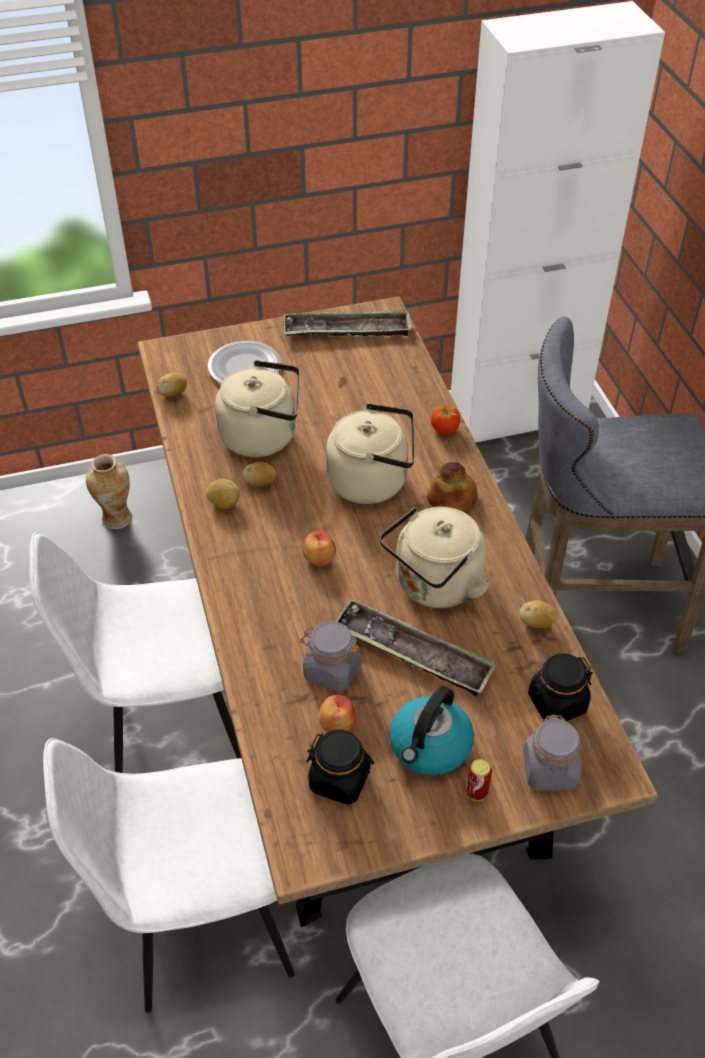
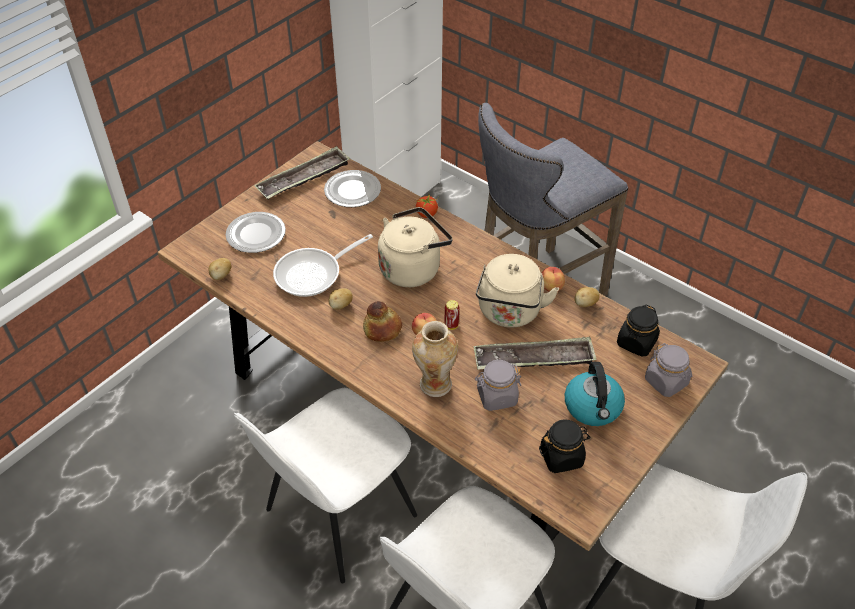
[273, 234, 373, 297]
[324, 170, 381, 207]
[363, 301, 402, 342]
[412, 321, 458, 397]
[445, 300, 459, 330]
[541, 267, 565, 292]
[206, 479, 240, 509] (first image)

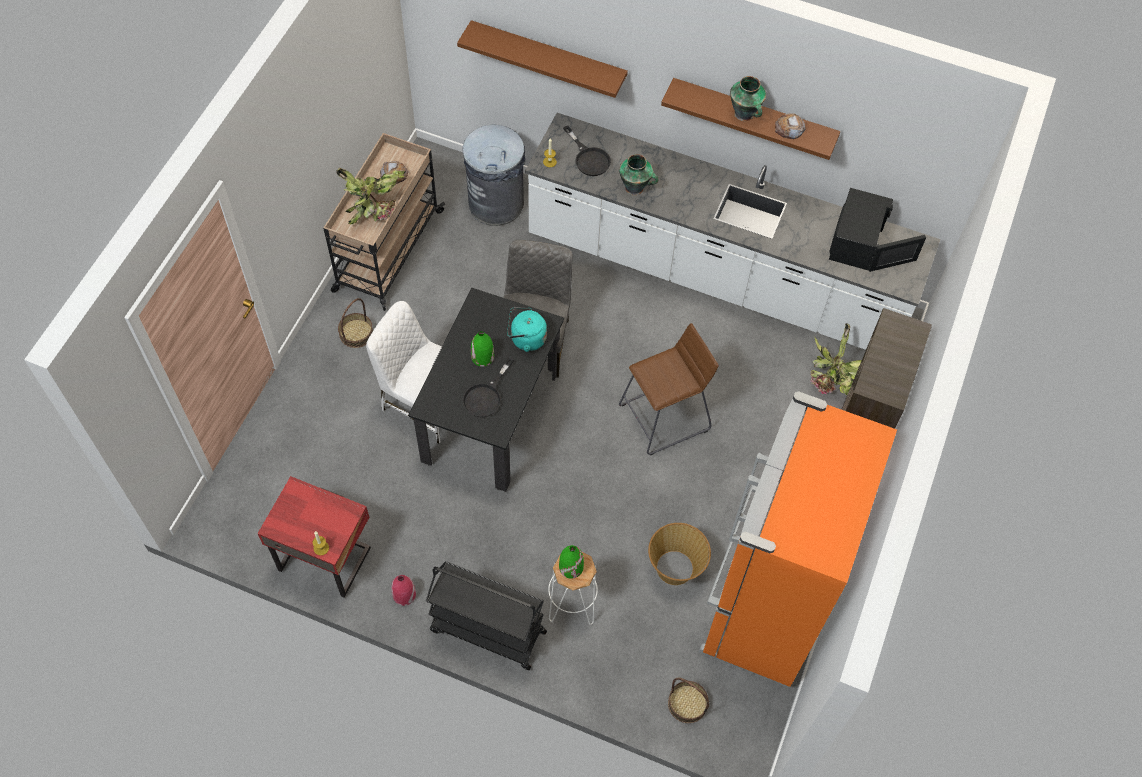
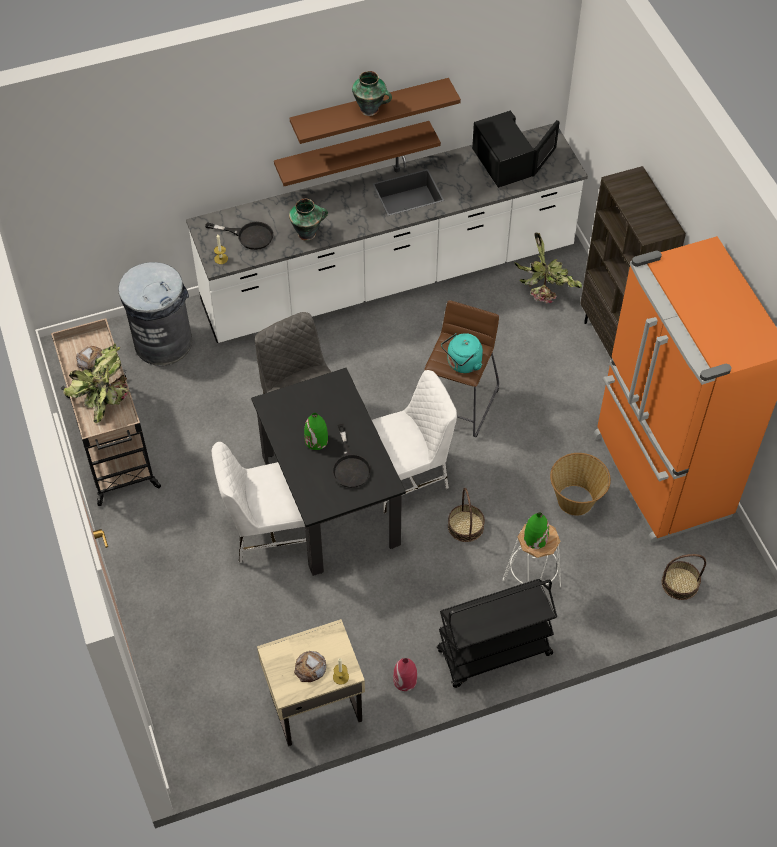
[257, 619, 365, 746]
[274, 121, 441, 186]
[294, 651, 326, 682]
[372, 370, 457, 513]
[441, 333, 483, 373]
[448, 488, 485, 542]

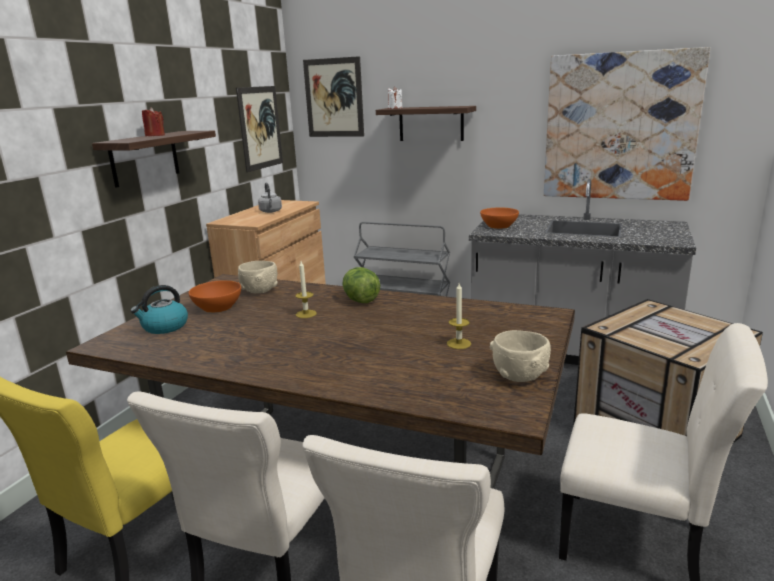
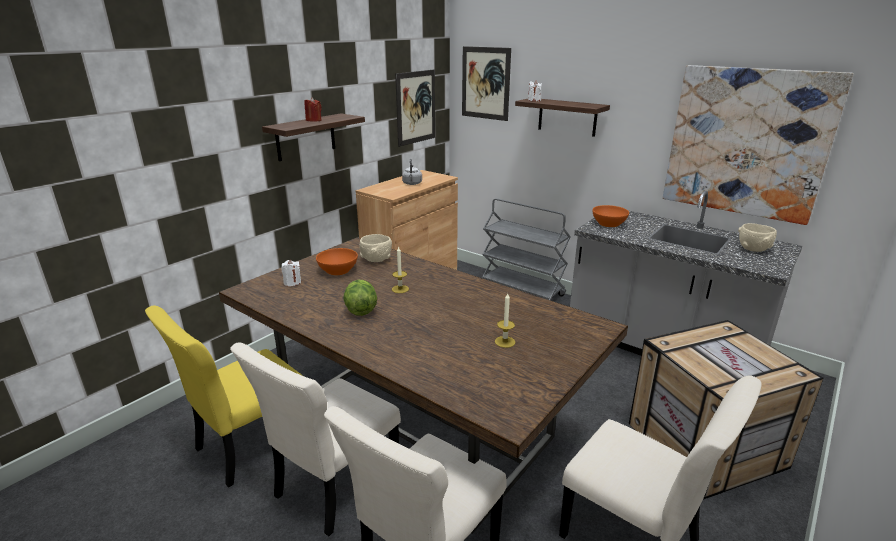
[281, 260, 301, 286]
[343, 280, 377, 316]
[738, 223, 777, 252]

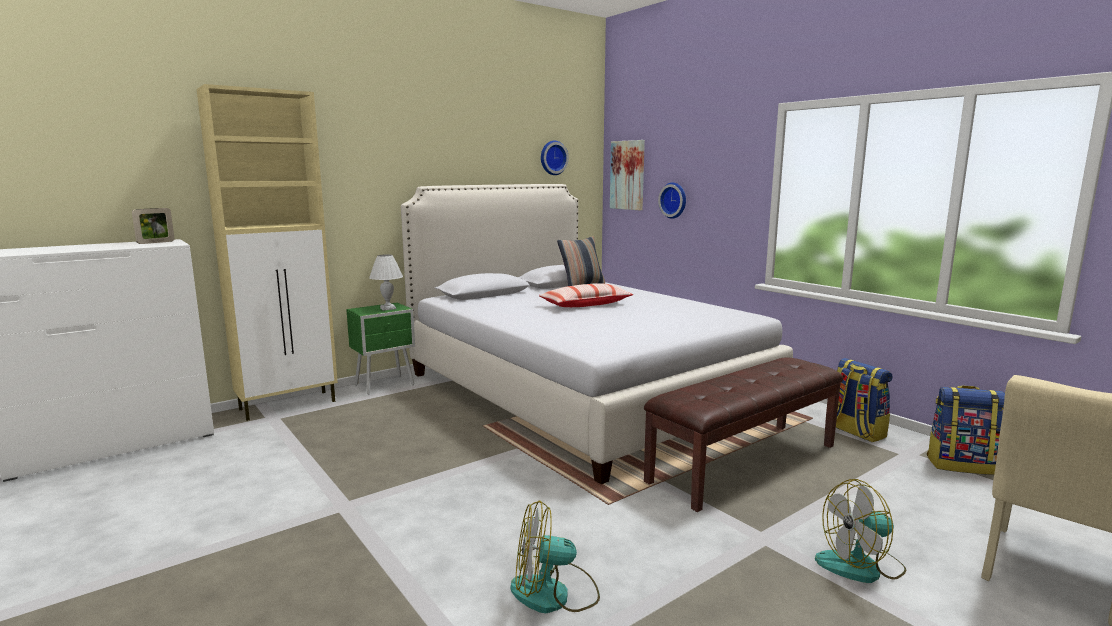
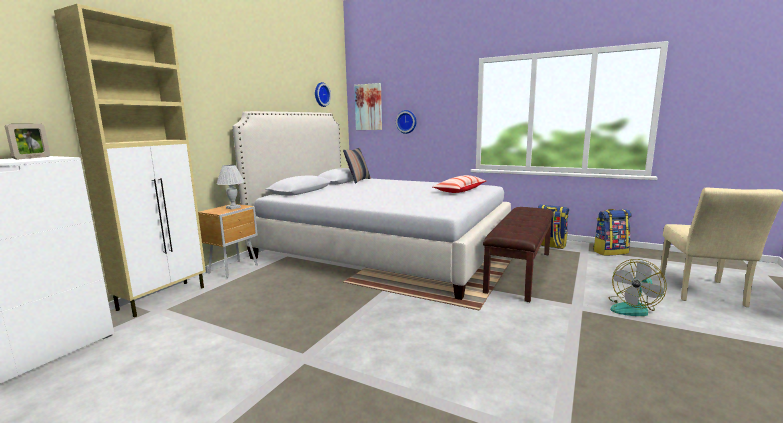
[198, 204, 258, 278]
[432, 175, 486, 193]
[510, 501, 600, 613] (first image)

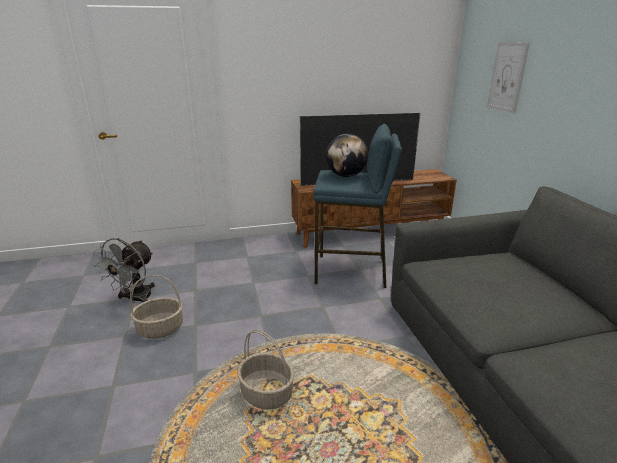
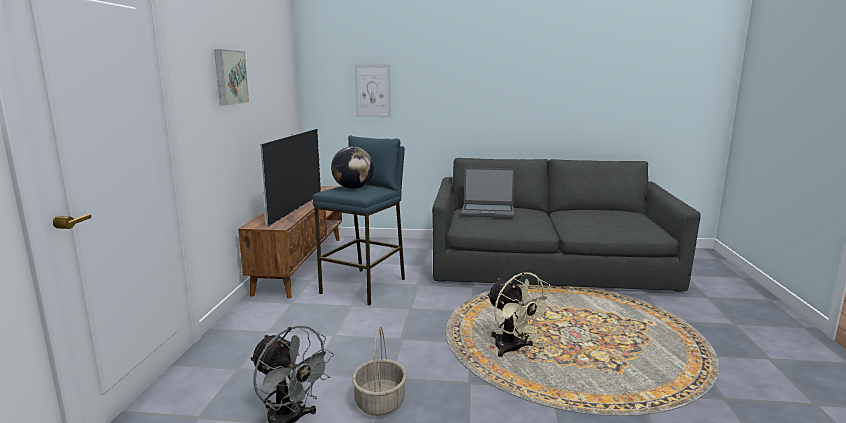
[214, 49, 249, 105]
[461, 167, 515, 218]
[487, 272, 554, 357]

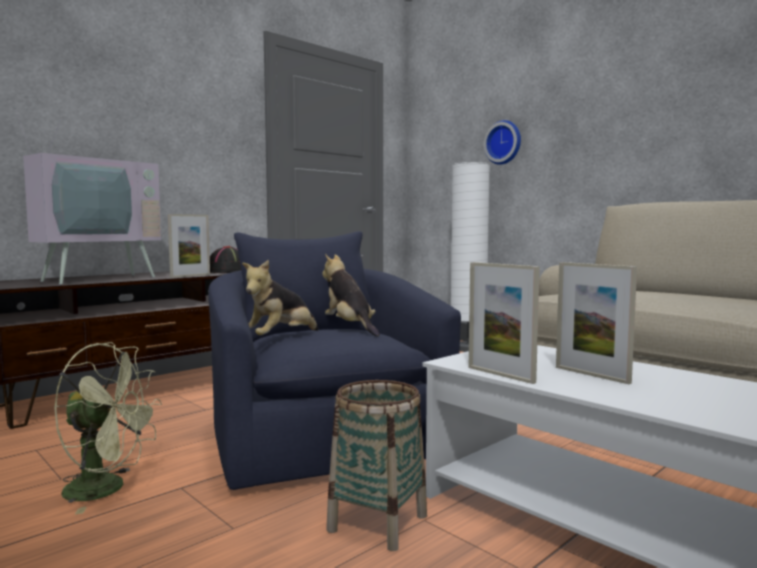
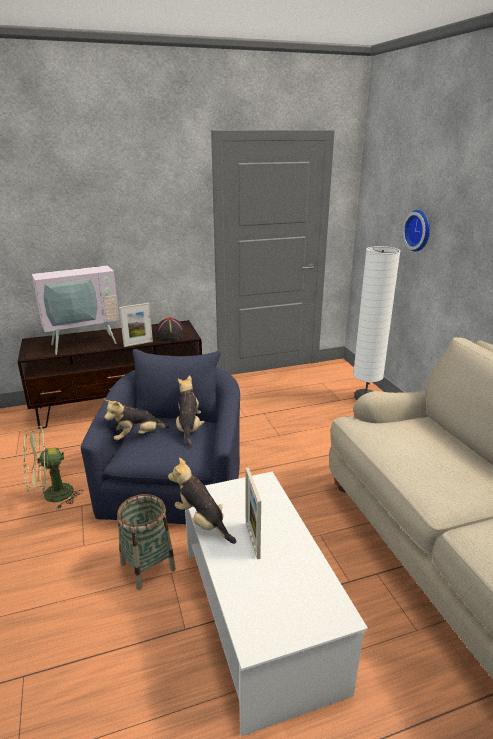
[23, 426, 83, 509]
[168, 457, 236, 544]

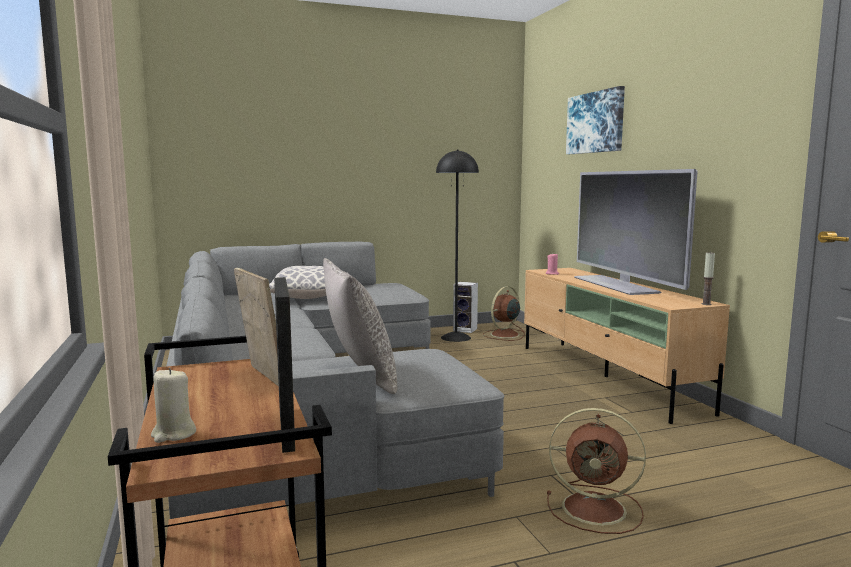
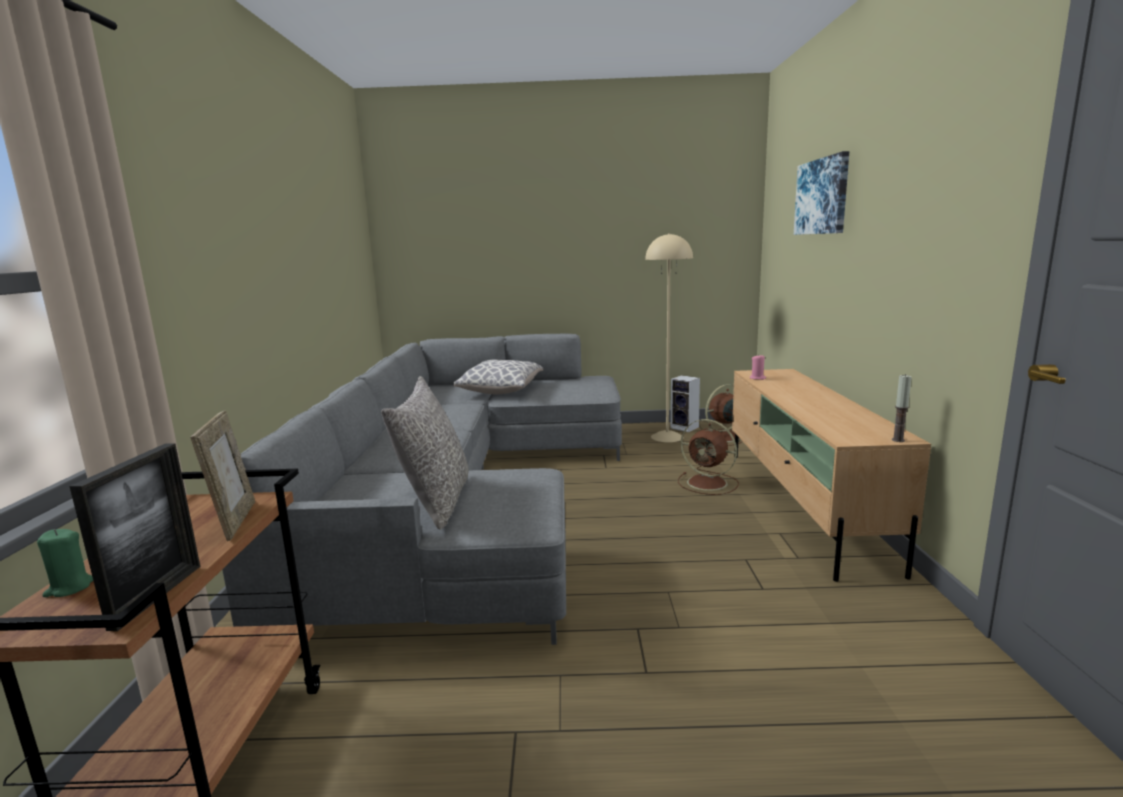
[37, 529, 93, 597]
[645, 233, 693, 442]
[678, 419, 739, 495]
[574, 169, 698, 295] (first image)

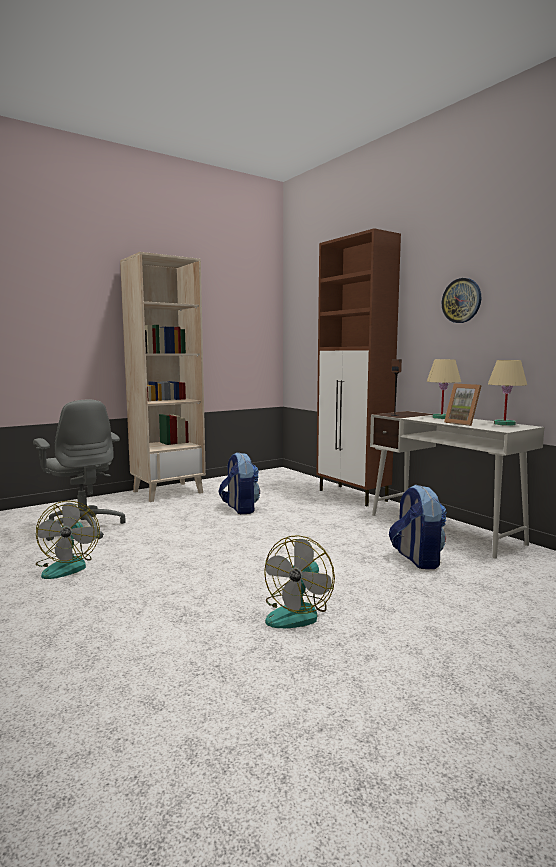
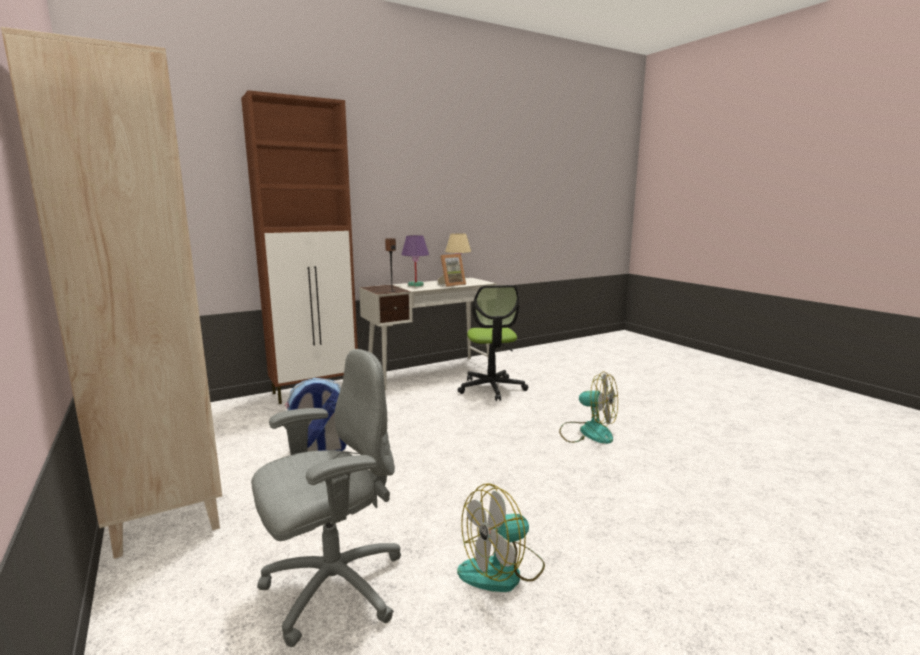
[401, 235, 429, 286]
[457, 483, 545, 592]
[458, 285, 528, 401]
[442, 278, 481, 323] (first image)

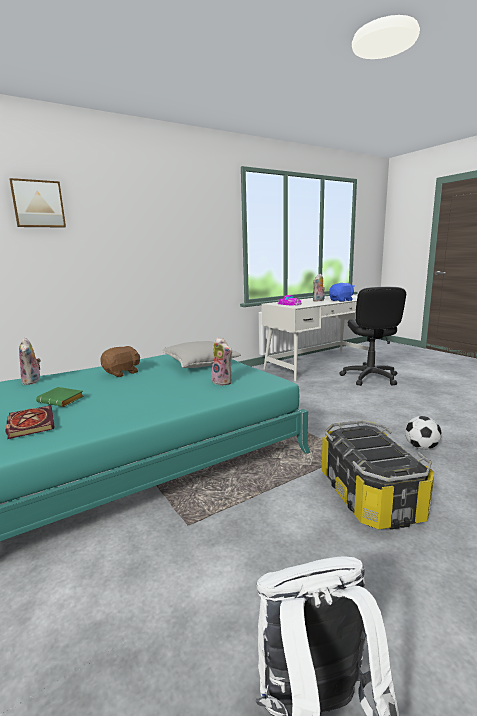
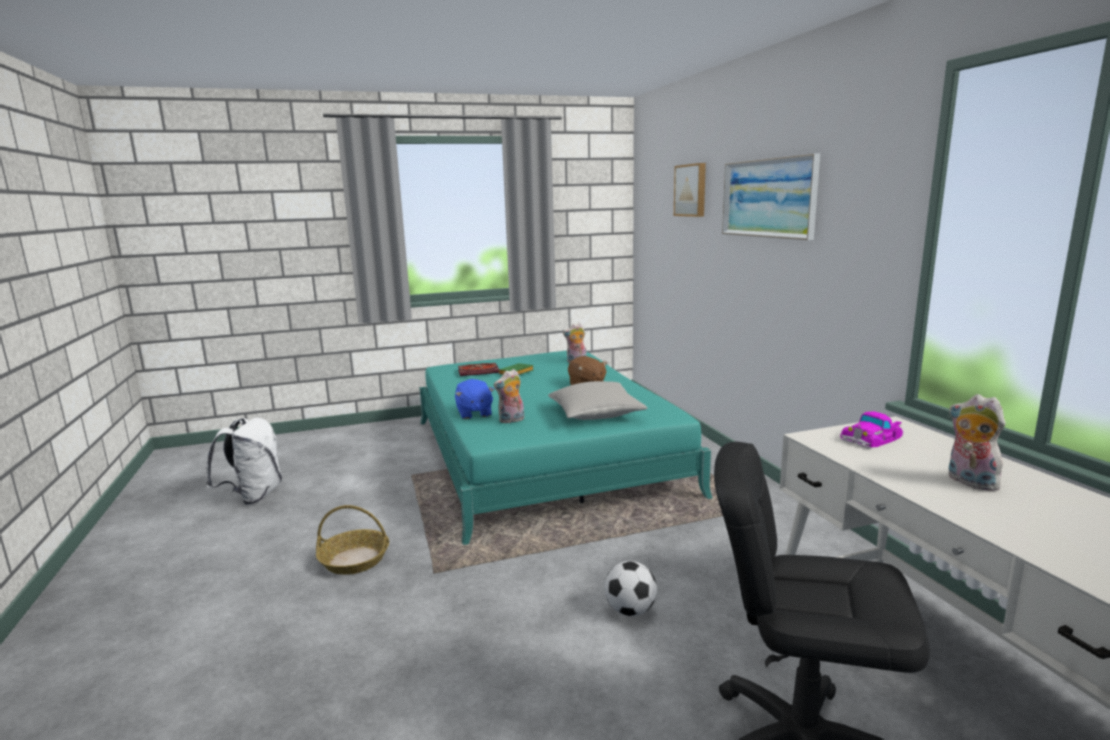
[316, 505, 389, 575]
[455, 379, 494, 419]
[604, 561, 657, 616]
[722, 154, 820, 240]

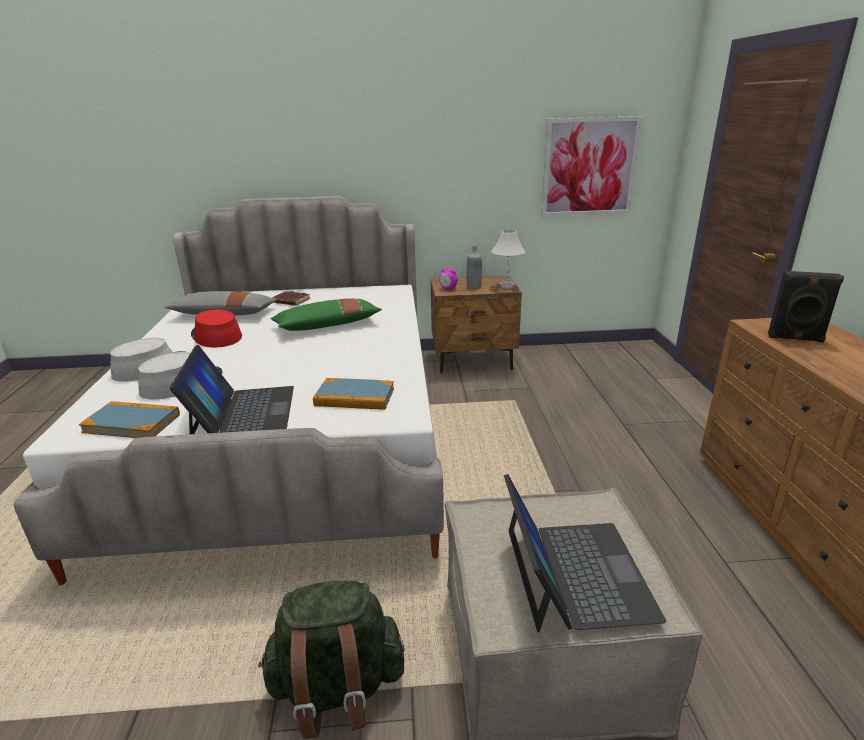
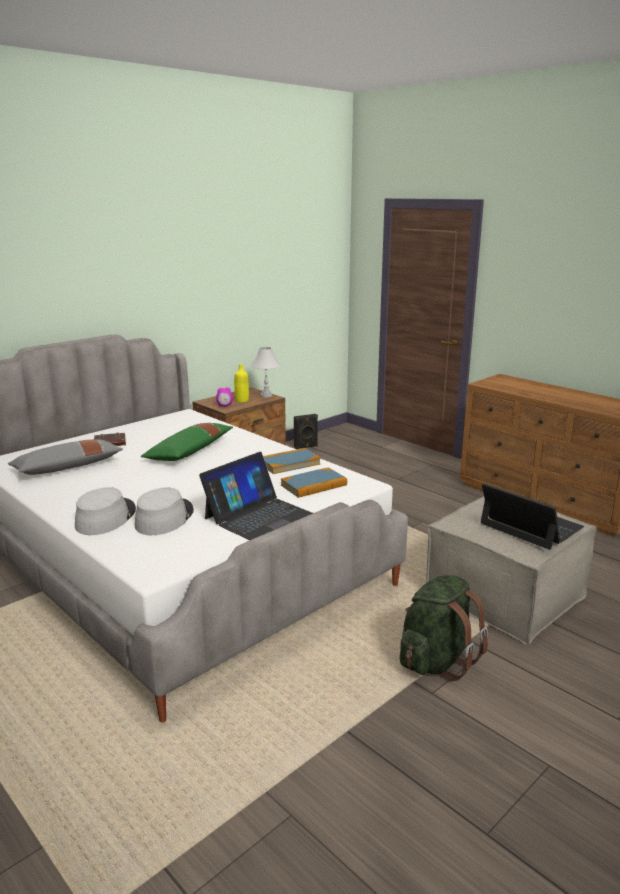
[199, 452, 313, 540]
[234, 364, 249, 403]
[263, 448, 321, 474]
[294, 414, 318, 449]
[191, 309, 242, 347] (first image)
[541, 116, 642, 217] (first image)

